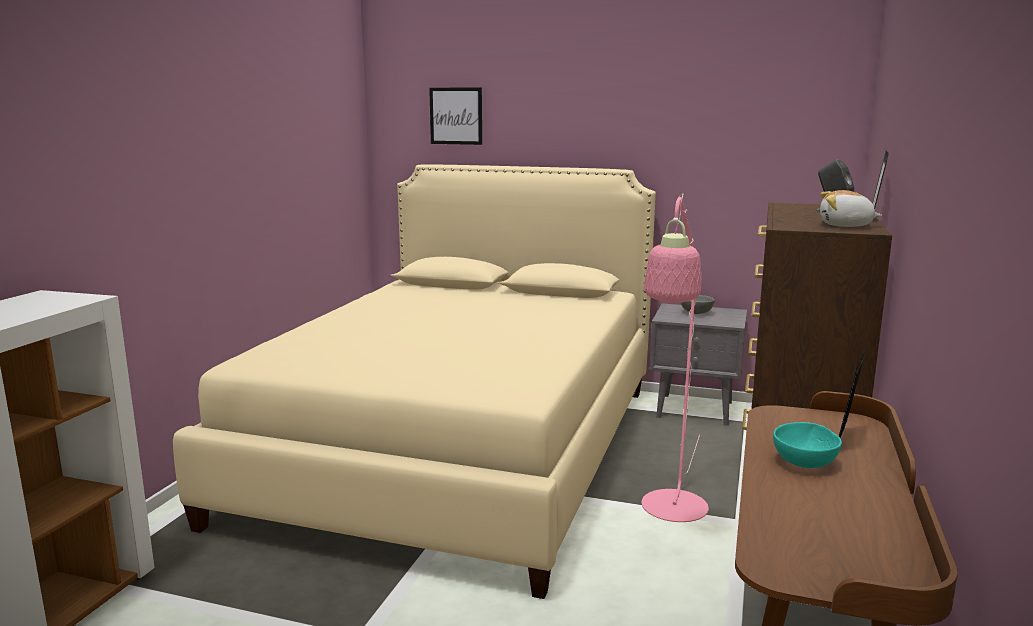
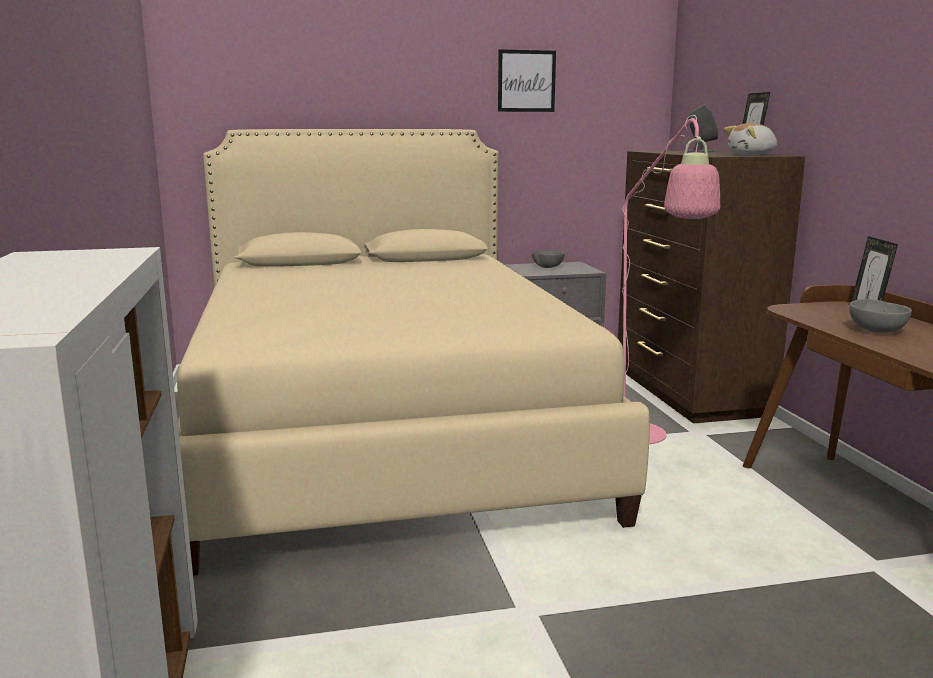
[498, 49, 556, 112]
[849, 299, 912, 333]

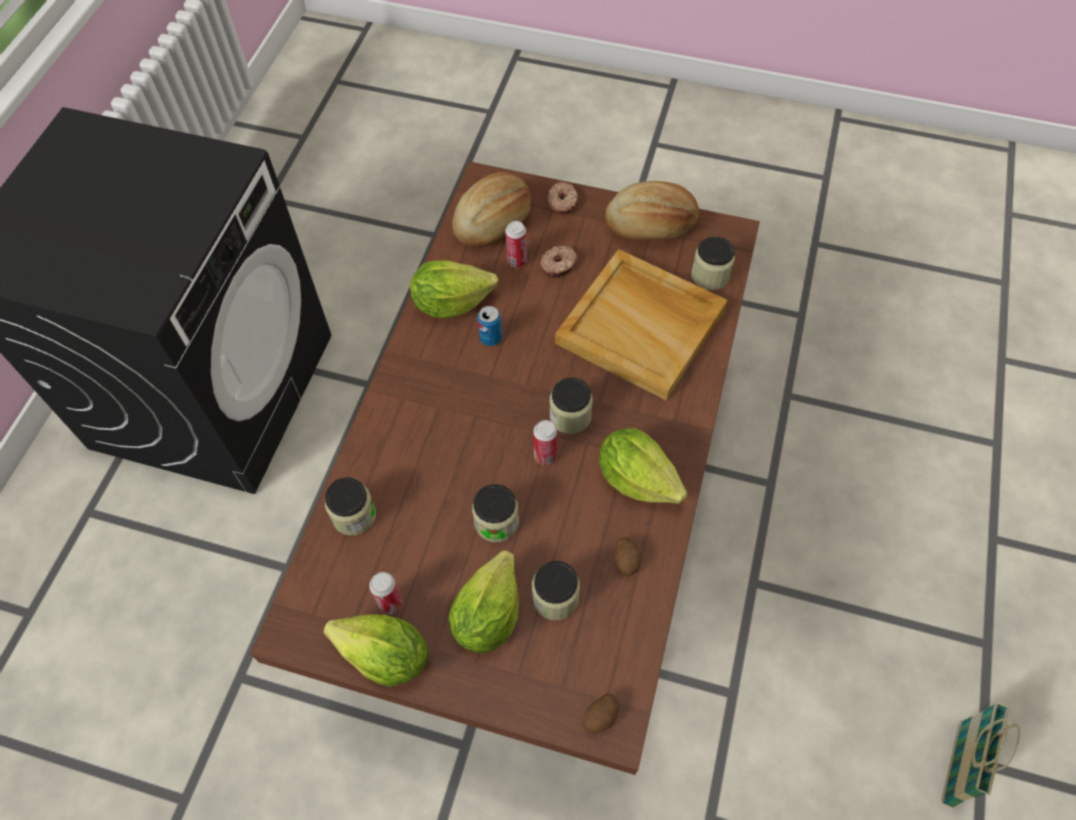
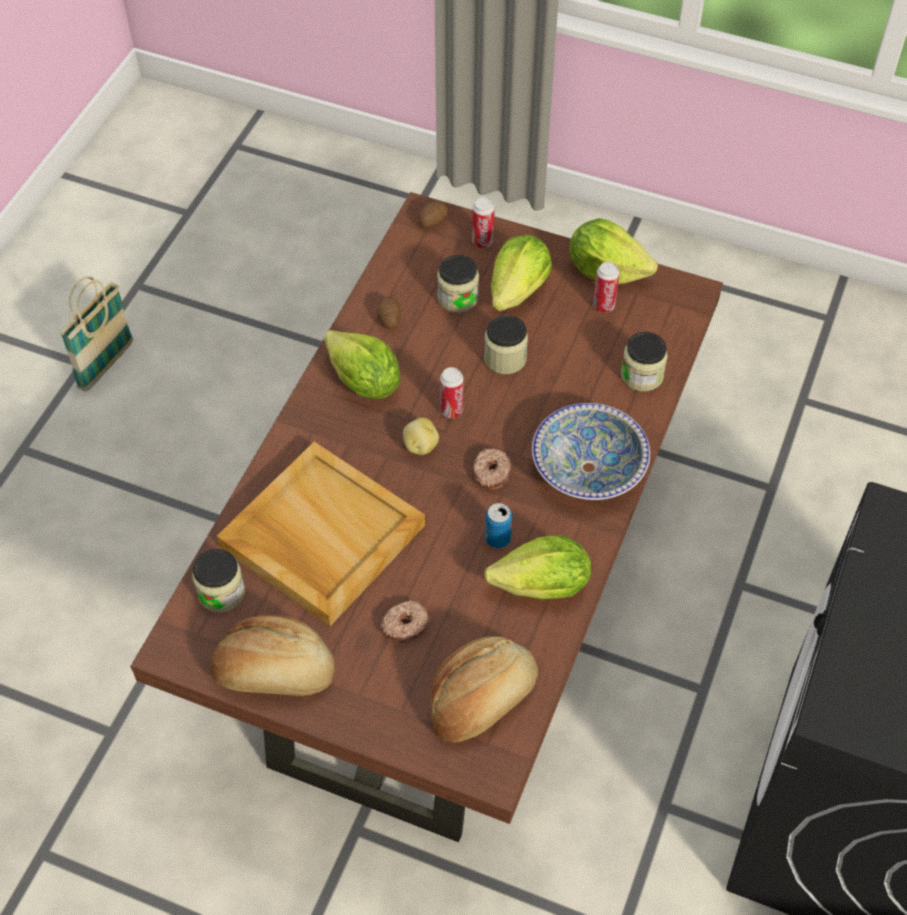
[403, 417, 439, 455]
[472, 198, 494, 248]
[473, 448, 512, 490]
[532, 403, 650, 500]

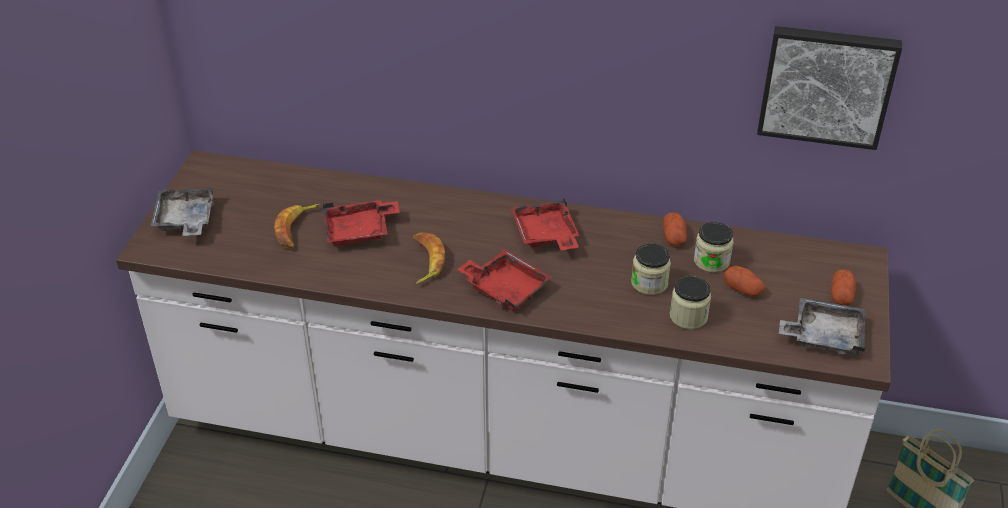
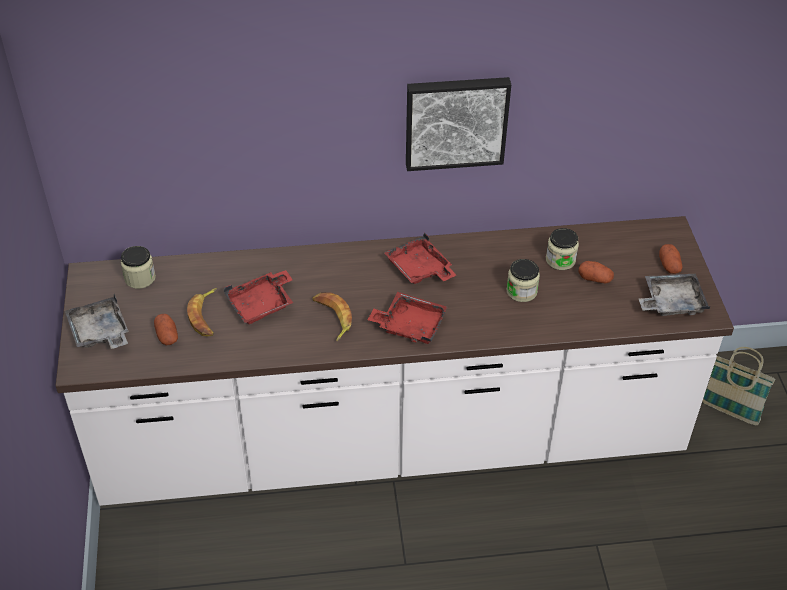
[121, 246, 156, 289]
[154, 314, 178, 346]
[406, 77, 511, 171]

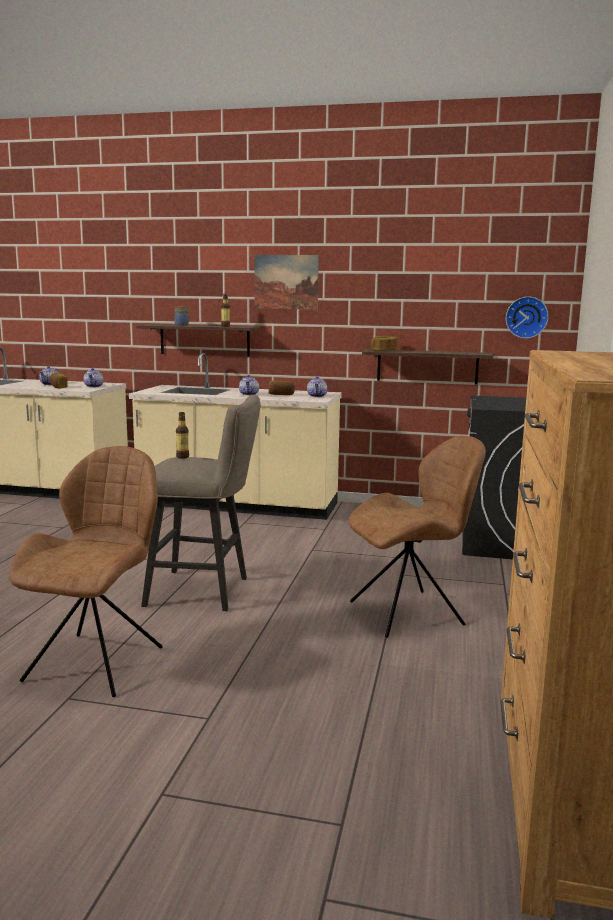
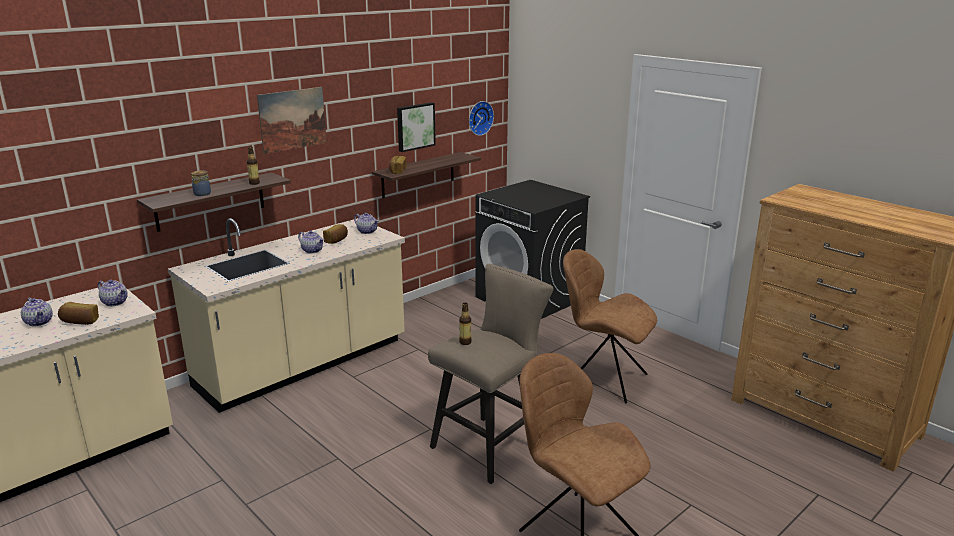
[397, 102, 436, 152]
[563, 249, 657, 403]

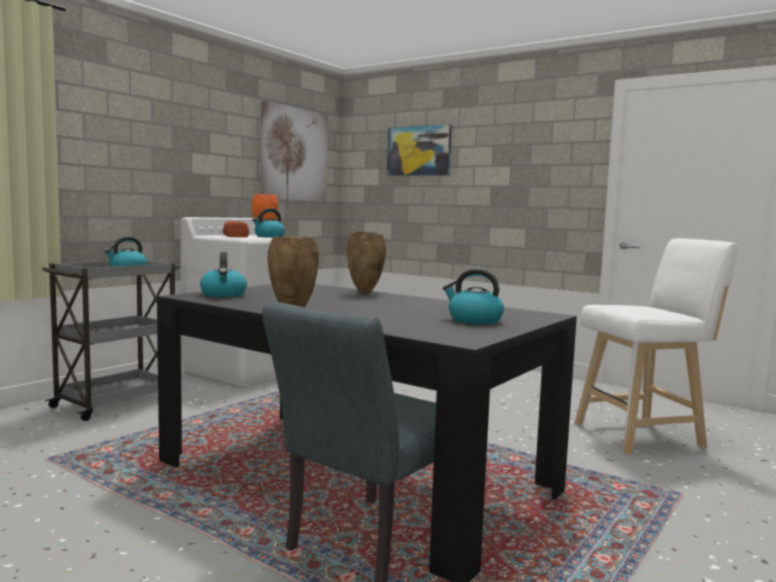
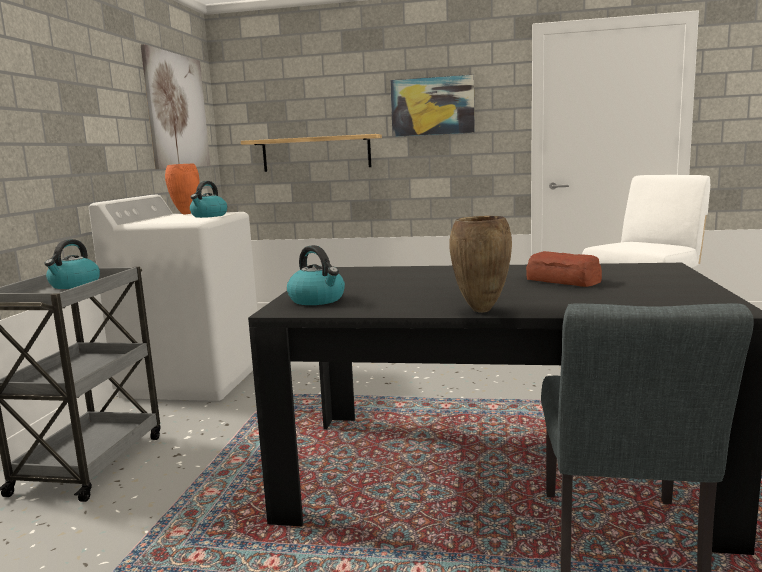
[241, 134, 382, 172]
[390, 75, 475, 137]
[526, 251, 602, 287]
[347, 232, 386, 294] (first image)
[443, 269, 504, 324] (first image)

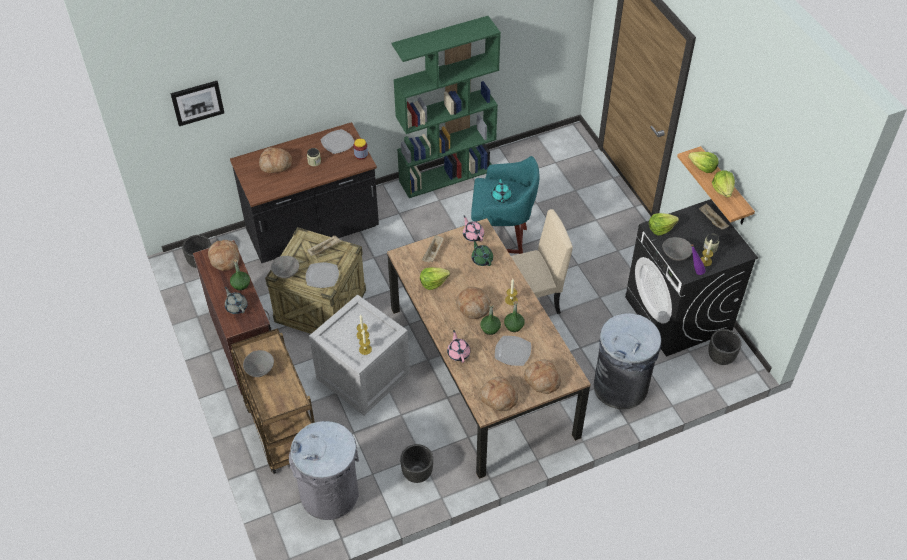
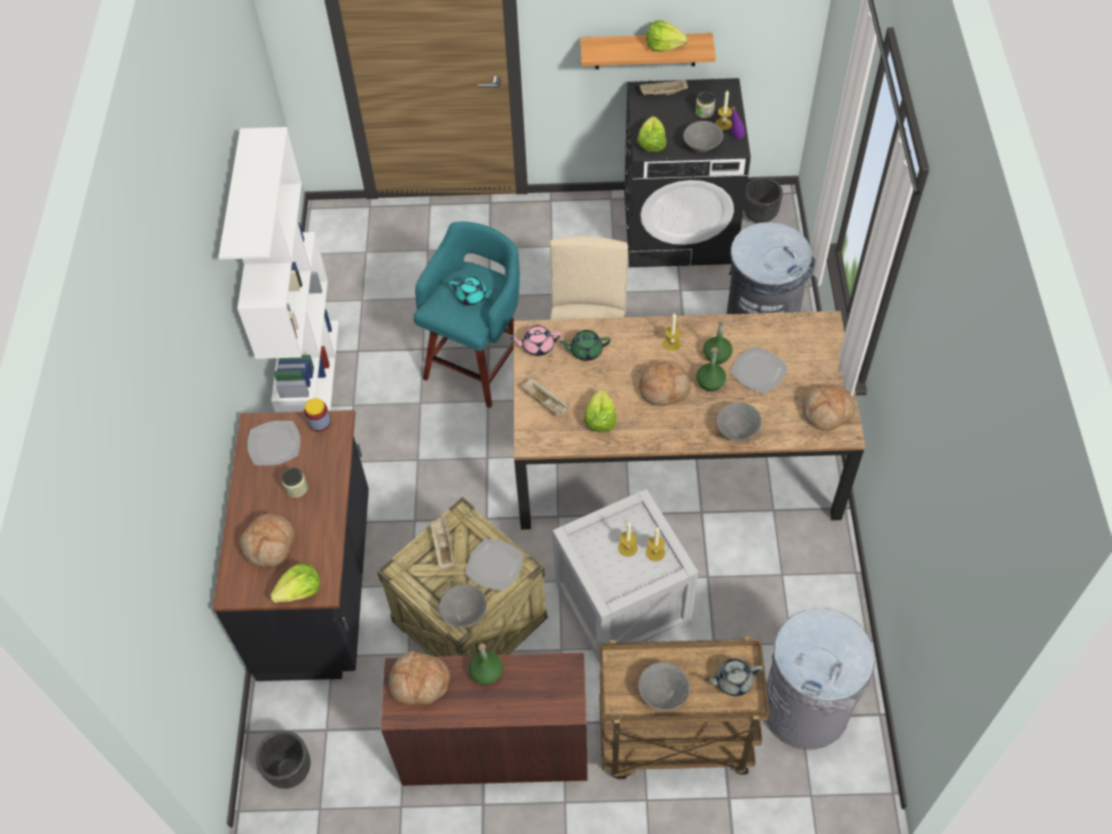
[218, 127, 339, 412]
[270, 563, 321, 603]
[704, 659, 763, 696]
[717, 402, 762, 441]
[170, 81, 224, 126] (first image)
[400, 444, 433, 483] (first image)
[524, 360, 561, 394] (first image)

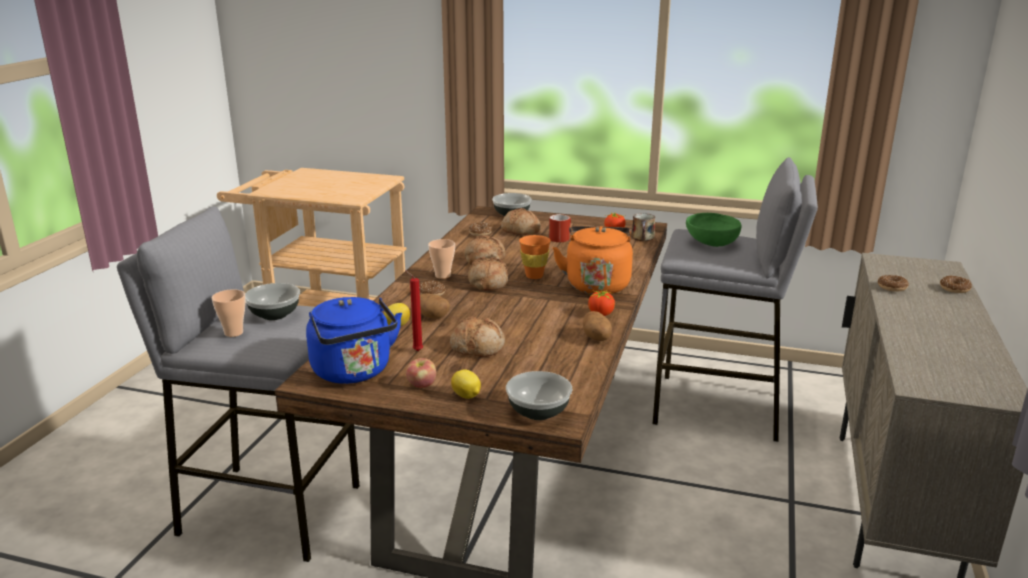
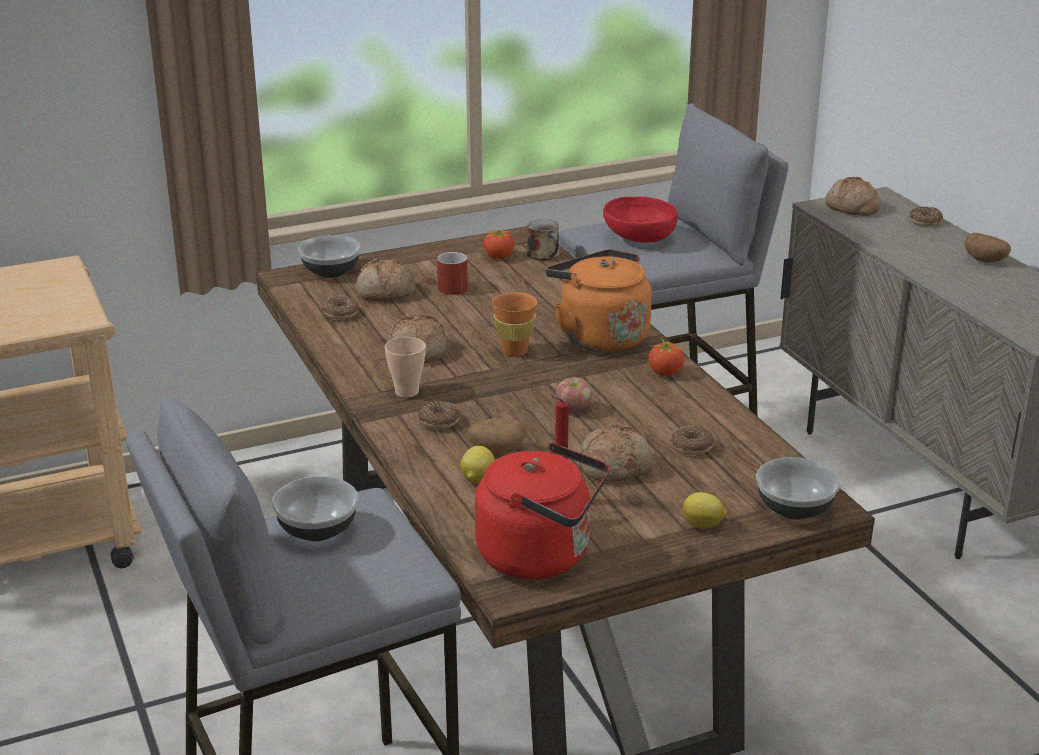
[475, 443, 609, 579]
[556, 377, 593, 412]
[603, 196, 678, 243]
[670, 426, 714, 455]
[825, 177, 881, 216]
[965, 233, 1011, 262]
[212, 289, 246, 337] (first image)

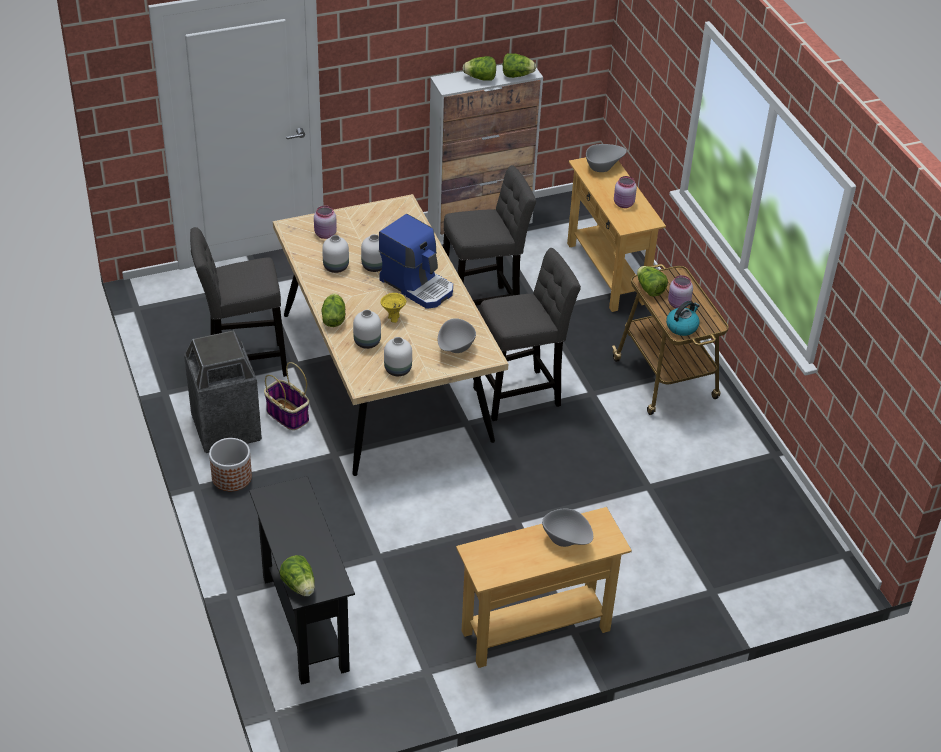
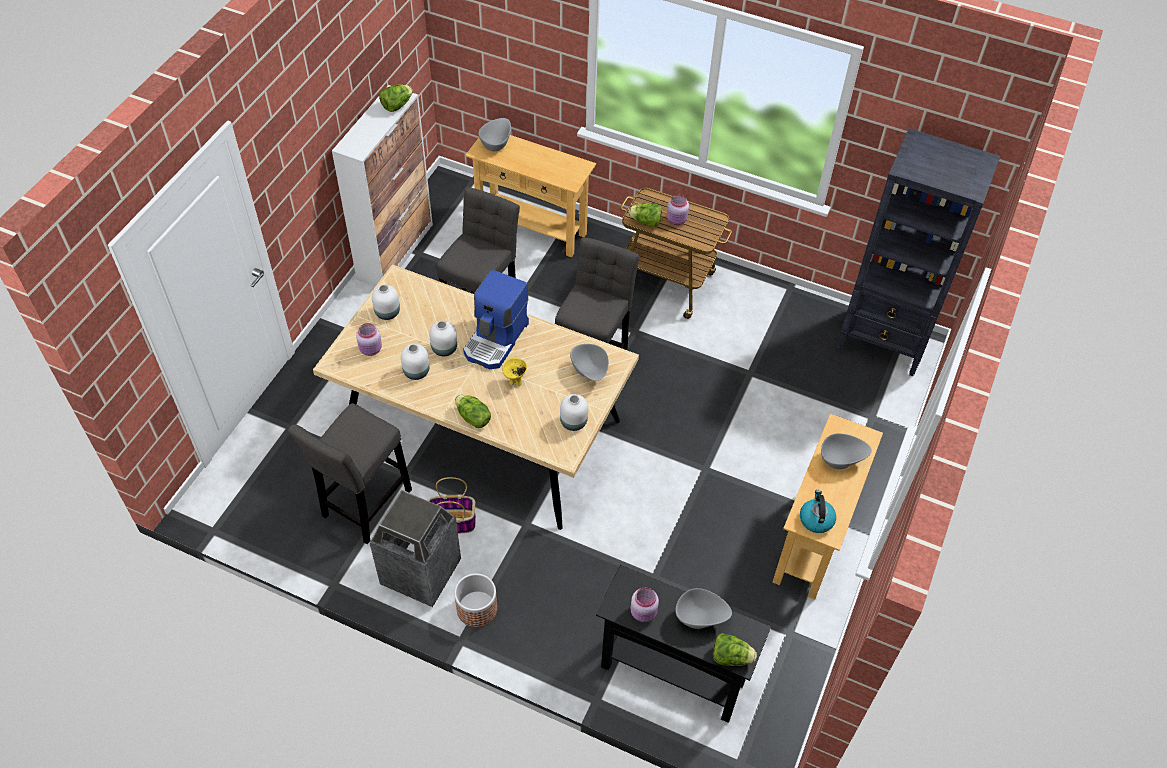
[372, 285, 400, 320]
[463, 269, 529, 369]
[630, 587, 659, 622]
[675, 588, 732, 629]
[800, 490, 836, 533]
[837, 129, 1000, 376]
[463, 56, 496, 81] (first image)

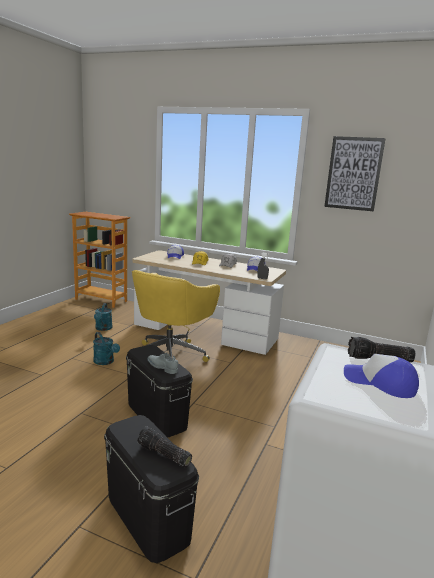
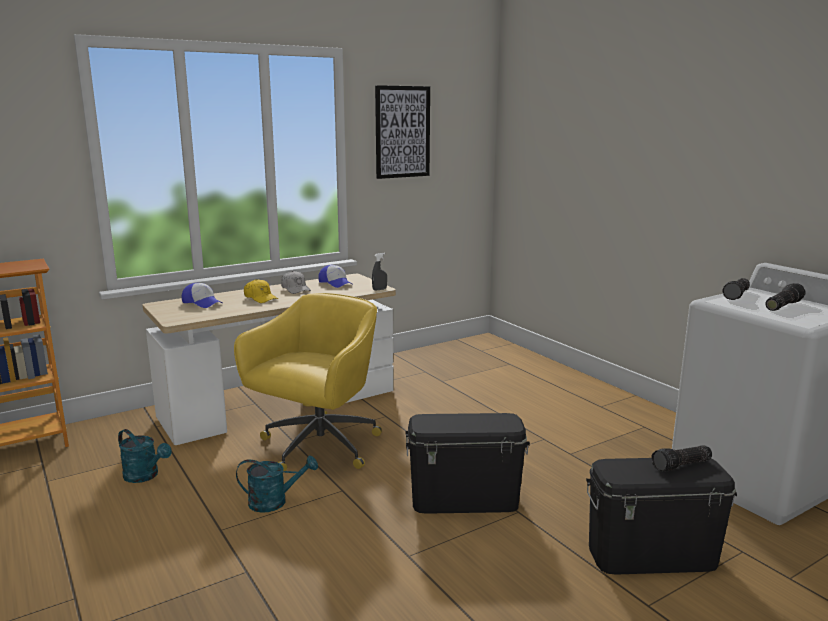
[234, 293, 382, 471]
[765, 283, 806, 311]
[147, 352, 178, 374] (first image)

